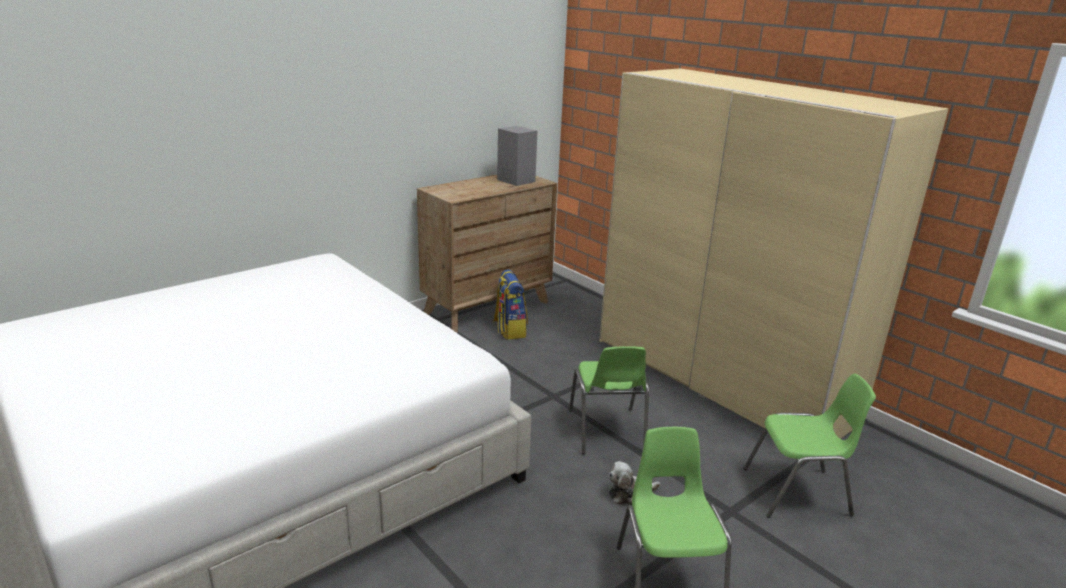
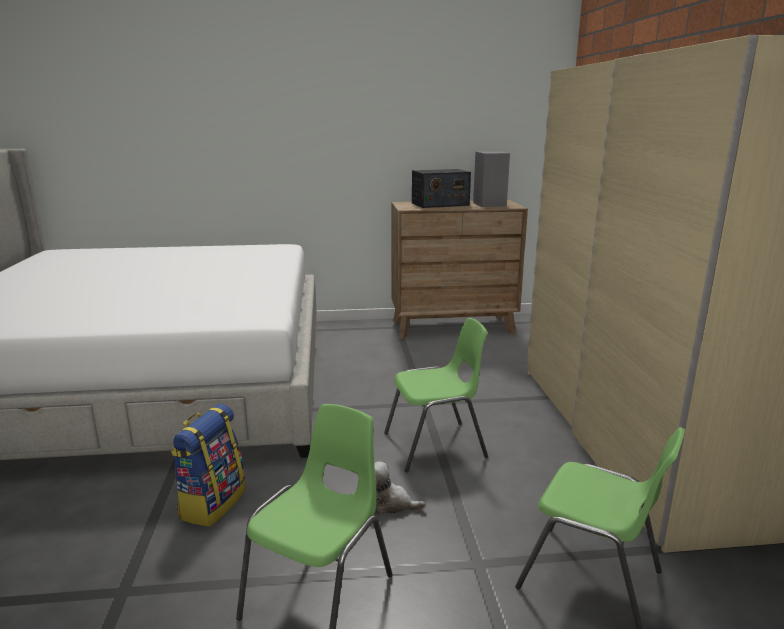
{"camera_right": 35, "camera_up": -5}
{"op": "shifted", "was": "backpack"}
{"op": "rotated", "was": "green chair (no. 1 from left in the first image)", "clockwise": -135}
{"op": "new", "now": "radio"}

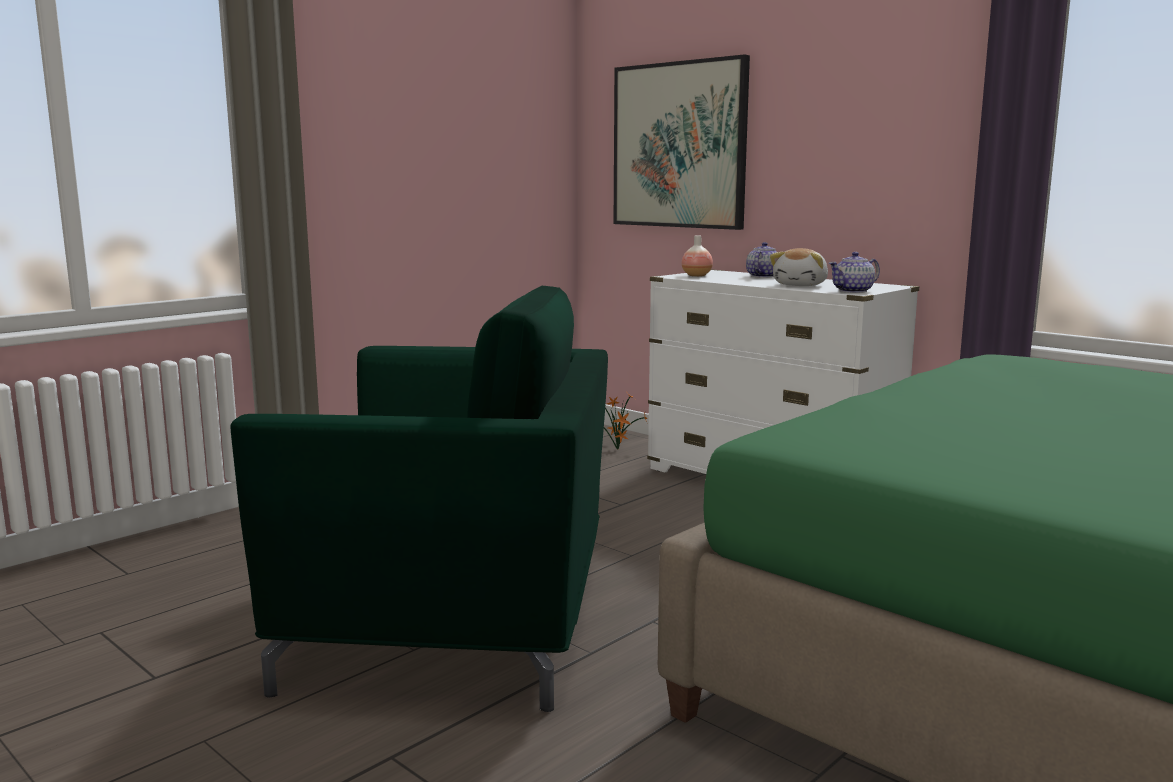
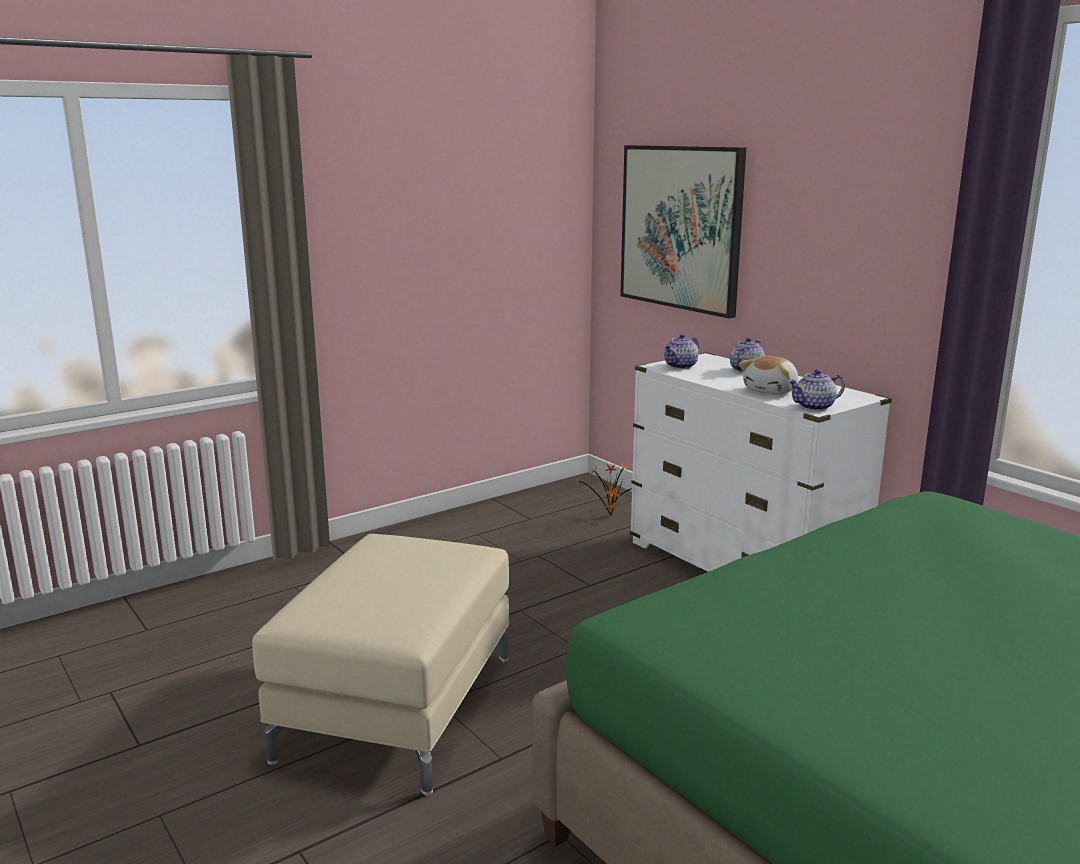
{"camera_right": 10, "camera_up": 5}
{"op": "swapped", "was": "green armchair", "now": "beige ottoman"}
{"op": "swapped", "was": "vase", "now": "teapot (no. 1 from left)"}

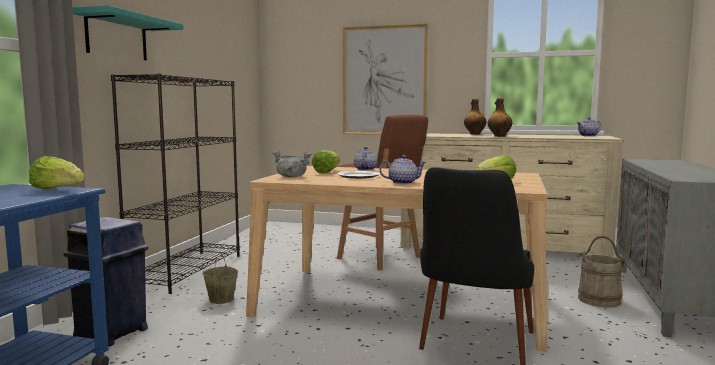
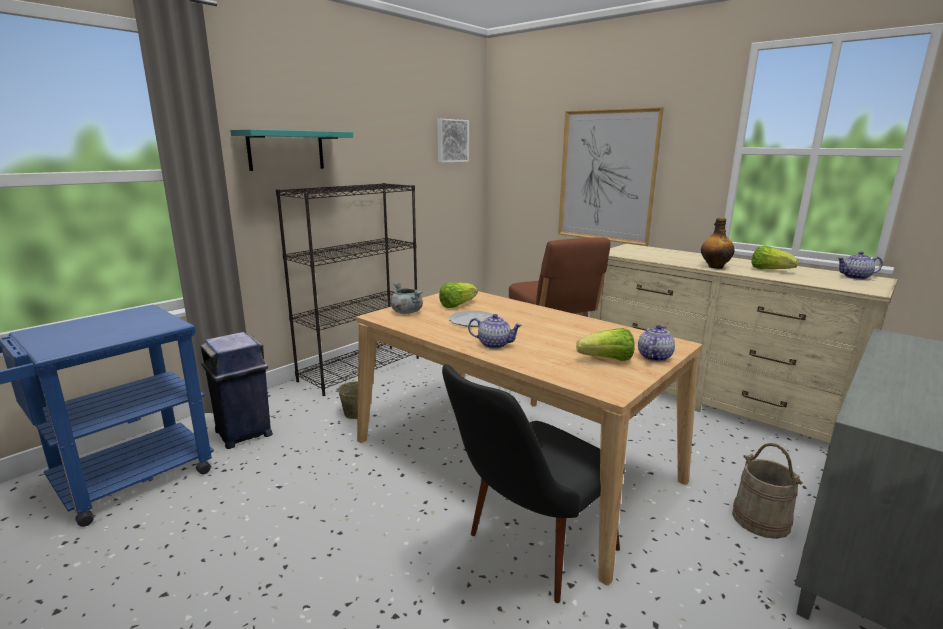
{"camera_right": 25, "camera_up": 10}
{"op": "shifted", "was": "lettuce (no. 1 from left in the first image)", "now": "lettuce (no. 3 from left)"}
{"op": "shifted", "was": "teapot (no. 1 from left in the first image)", "now": "teapot (no. 2 from left)"}
{"op": "gone", "was": "bottle (no. 1 from left)"}
{"op": "new", "now": "picture (no. 1 from left)"}

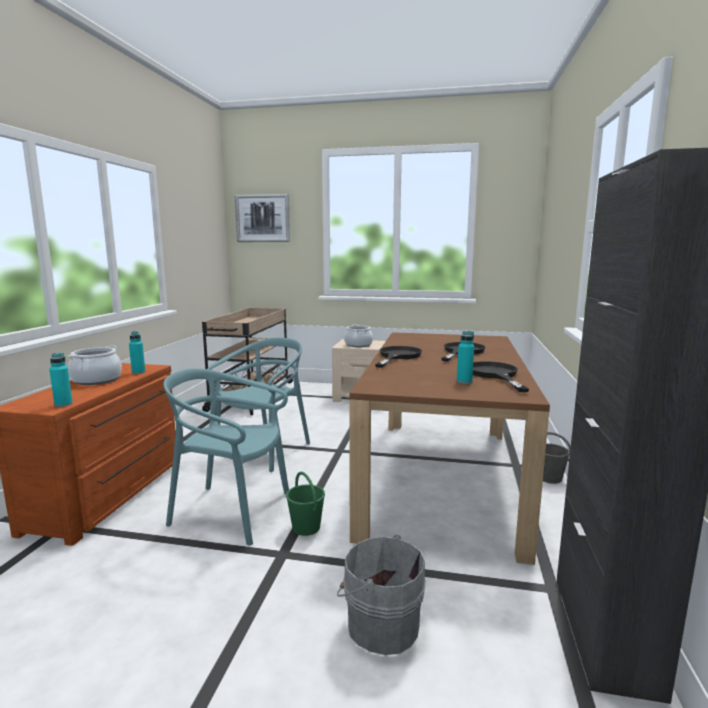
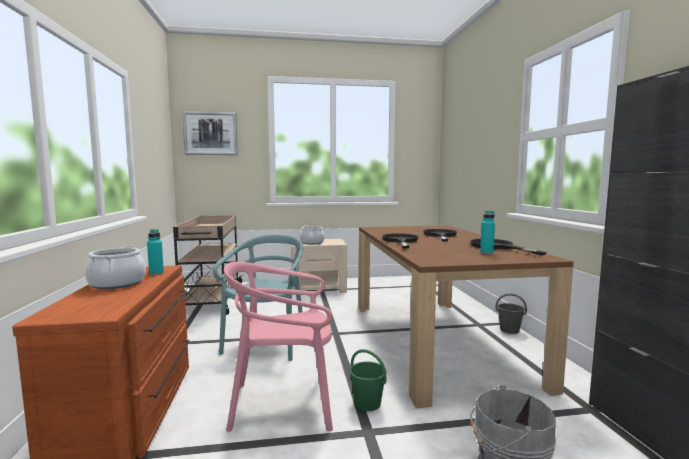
{"camera_right": -20, "camera_up": -5}
{"op": "gone", "was": "turquoise bottle (no. 1 from left)"}
{"op": "repainted", "was": "turquoise chair (no. 1 from left)", "now": "pink chair"}

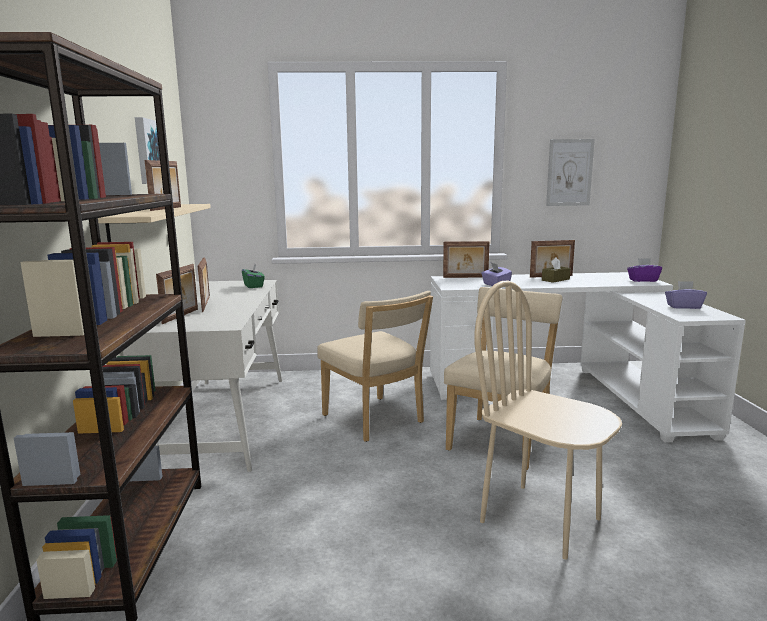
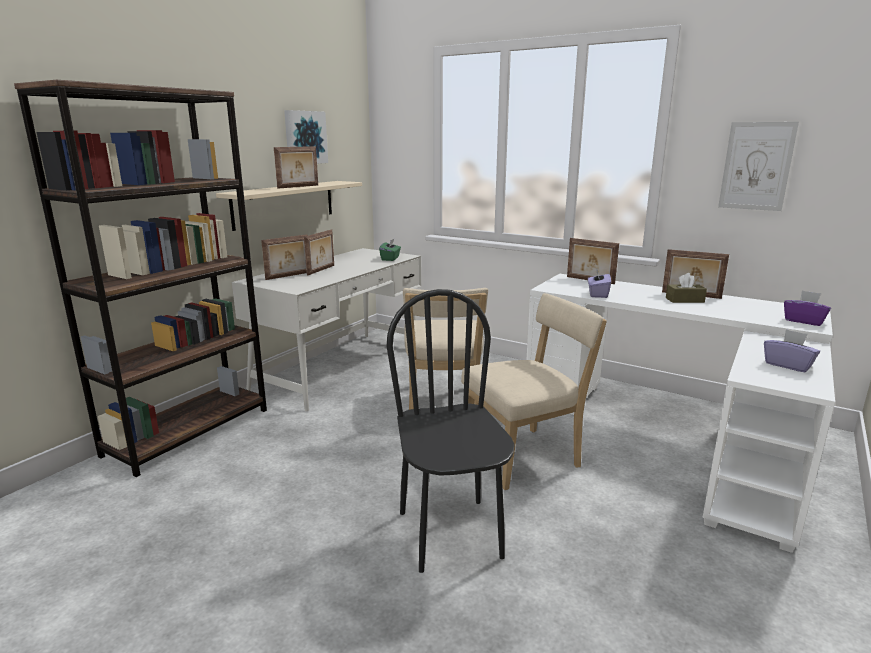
{"camera_right": 35, "camera_up": 5}
{"op": "repainted", "was": "beige chair (no. 3 from left)", "now": "black chair"}

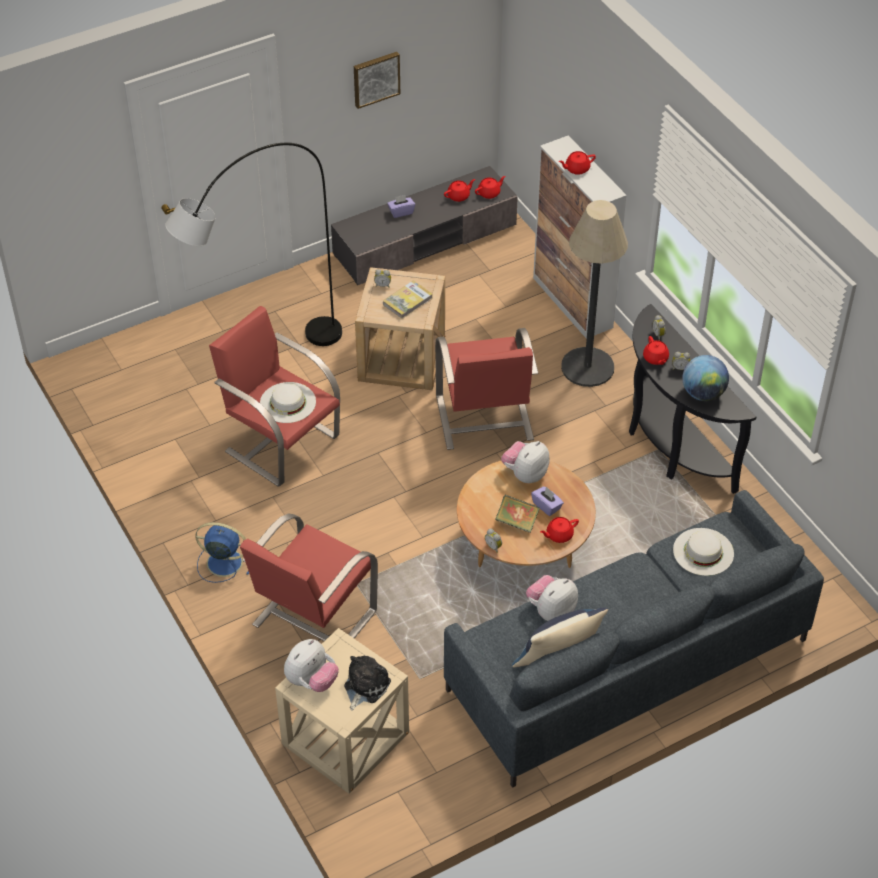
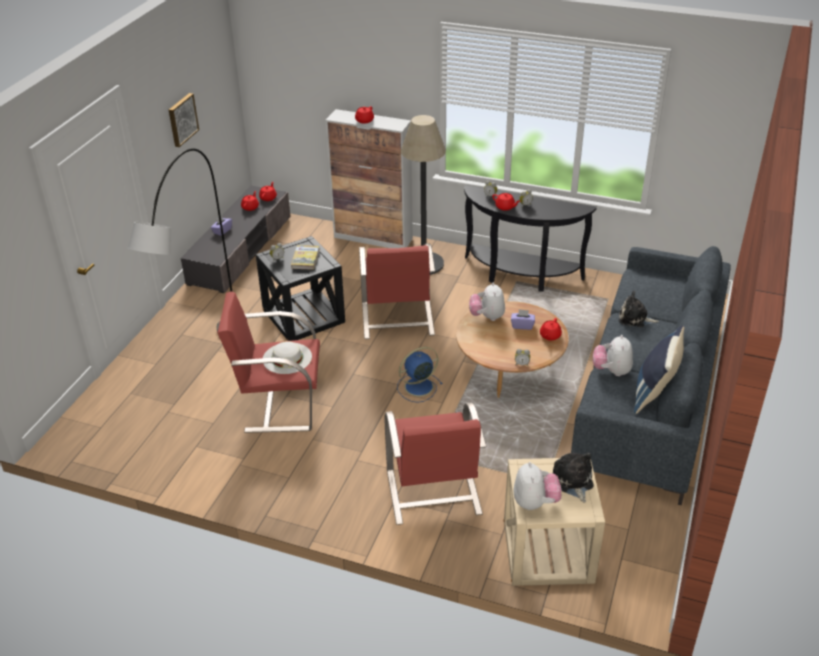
{"camera_right": -40, "camera_up": -10}
{"op": "shifted", "was": "blue fan"}
{"op": "repainted", "was": "beige side table (no. 2 from left)", "now": "black side table"}
{"op": "rotated", "was": "red armchair (no. 3 from left in the first image)", "clockwise": 45}
{"op": "gone", "was": "book (no. 2 from left)"}
{"op": "gone", "was": "white hat (no. 2 from left)"}
{"op": "gone", "was": "globe"}
{"op": "new", "now": "plush toy (no. 5 from left)"}

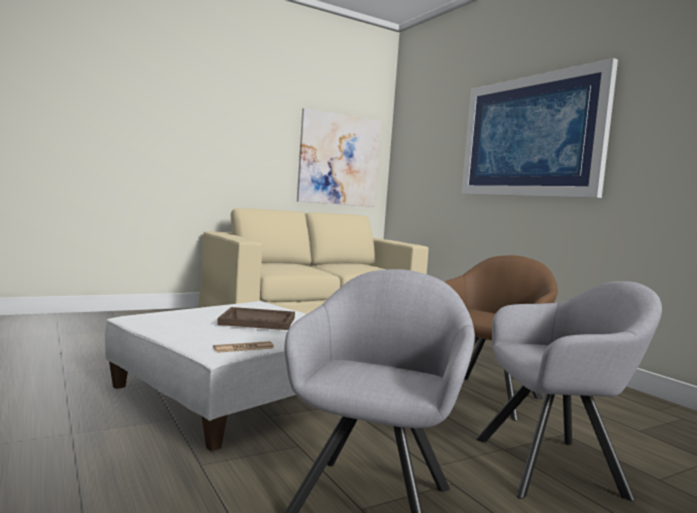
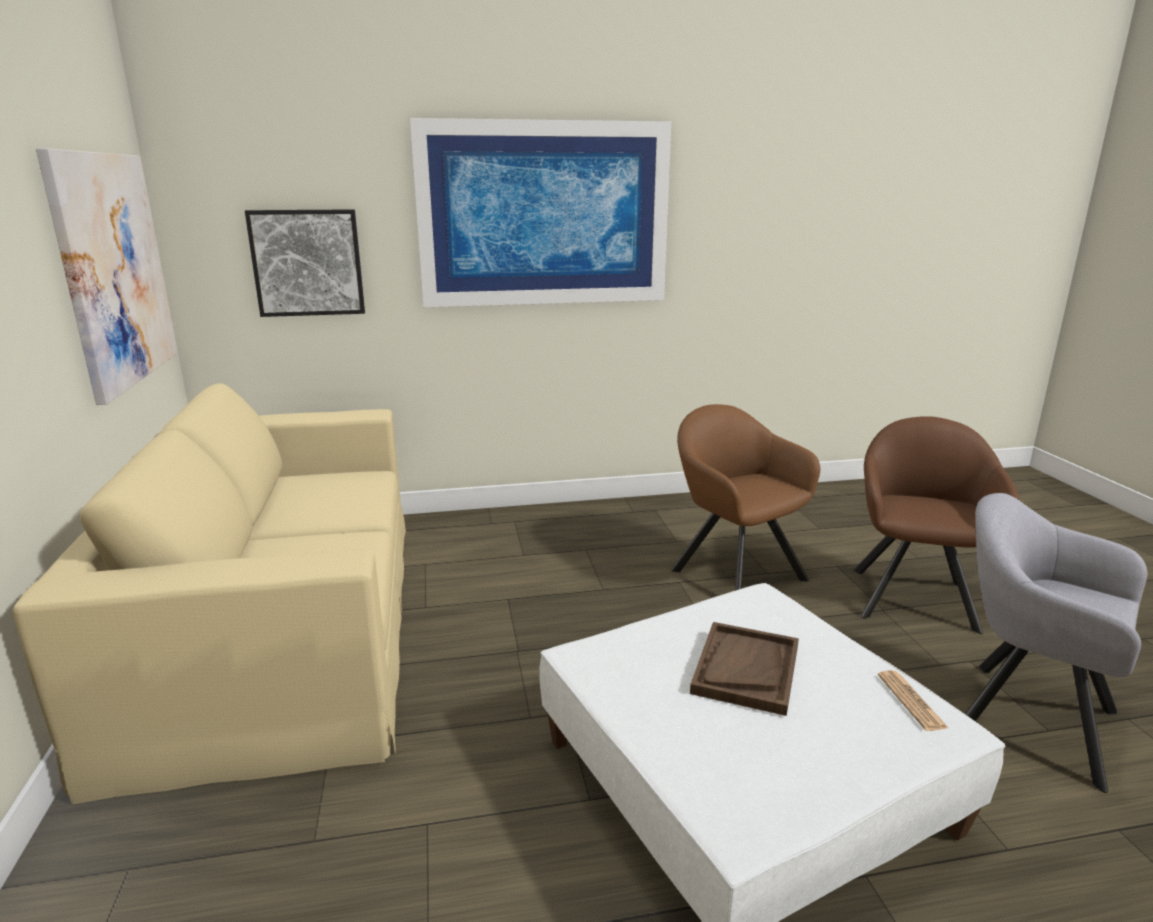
{"camera_right": -70, "camera_up": 15}
{"op": "repainted", "was": "grey armchair (no. 2 from left)", "now": "brown armchair (no. 2 from left)"}
{"op": "new", "now": "picture (no. 2 from left)"}

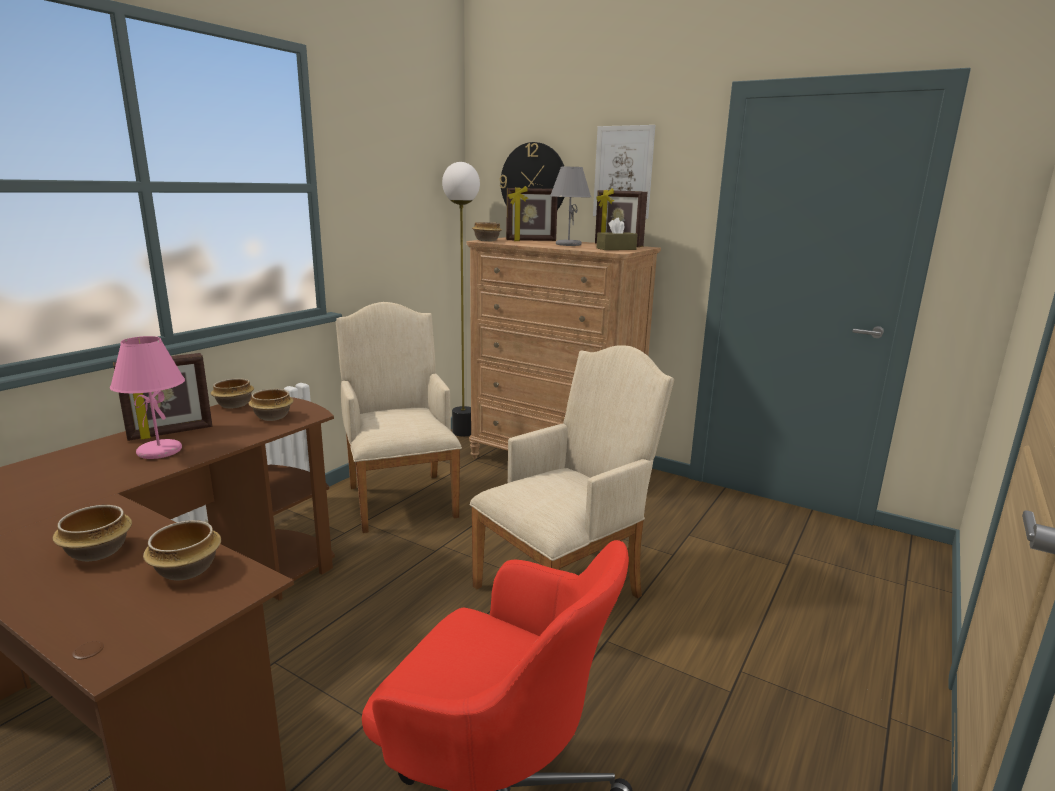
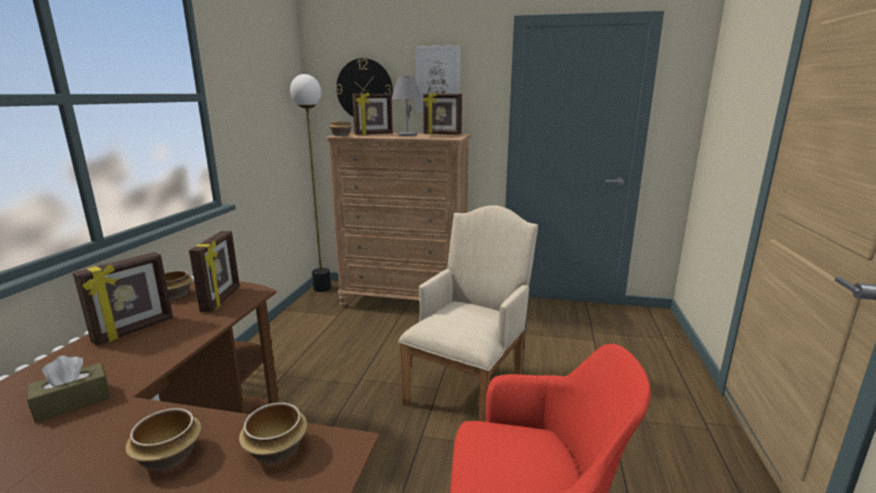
{"camera_right": -20, "camera_up": 0}
{"op": "gone", "was": "pink table lamp"}
{"op": "swapped", "was": "bowl (no. 4 from left)", "now": "picture frame (no. 2 from left)"}
{"op": "gone", "was": "beige armchair (no. 1 from left)"}
{"op": "shifted", "was": "brown tissue box"}

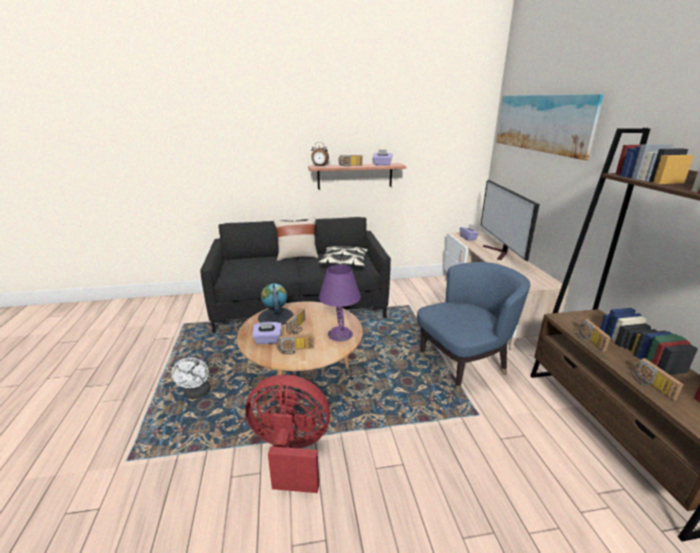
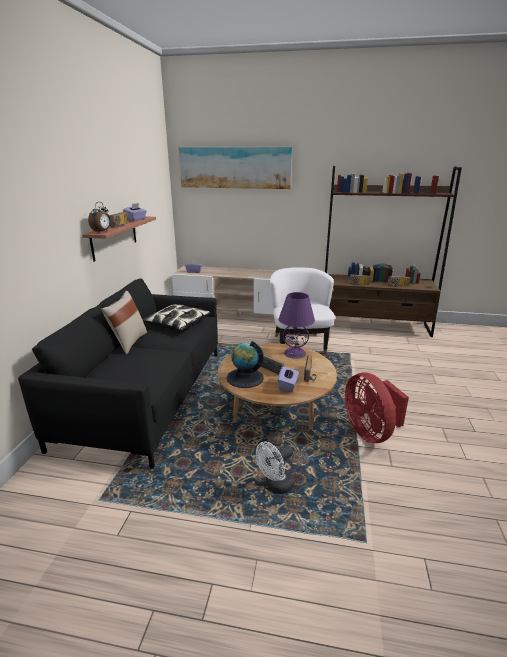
{"camera_right": -70, "camera_up": 0}
{"op": "rotated", "was": "white fan", "clockwise": 135}
{"op": "rotated", "was": "red fan", "clockwise": -45}
{"op": "repainted", "was": "blue armchair", "now": "white armchair"}
{"op": "gone", "was": "television"}

